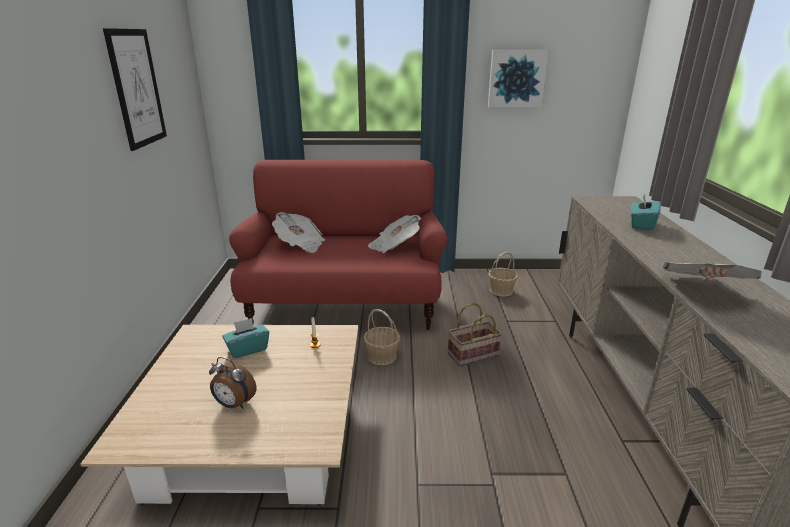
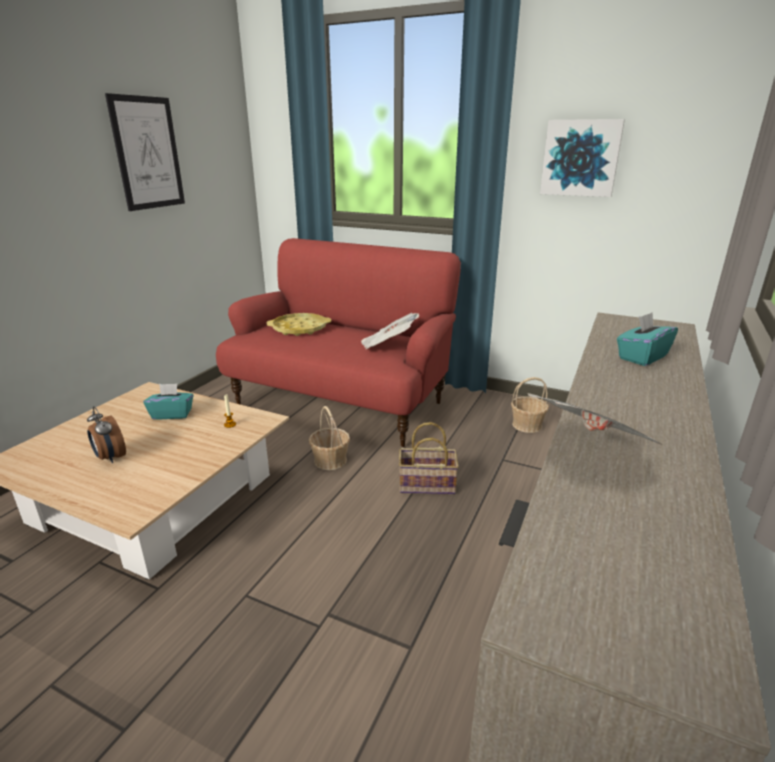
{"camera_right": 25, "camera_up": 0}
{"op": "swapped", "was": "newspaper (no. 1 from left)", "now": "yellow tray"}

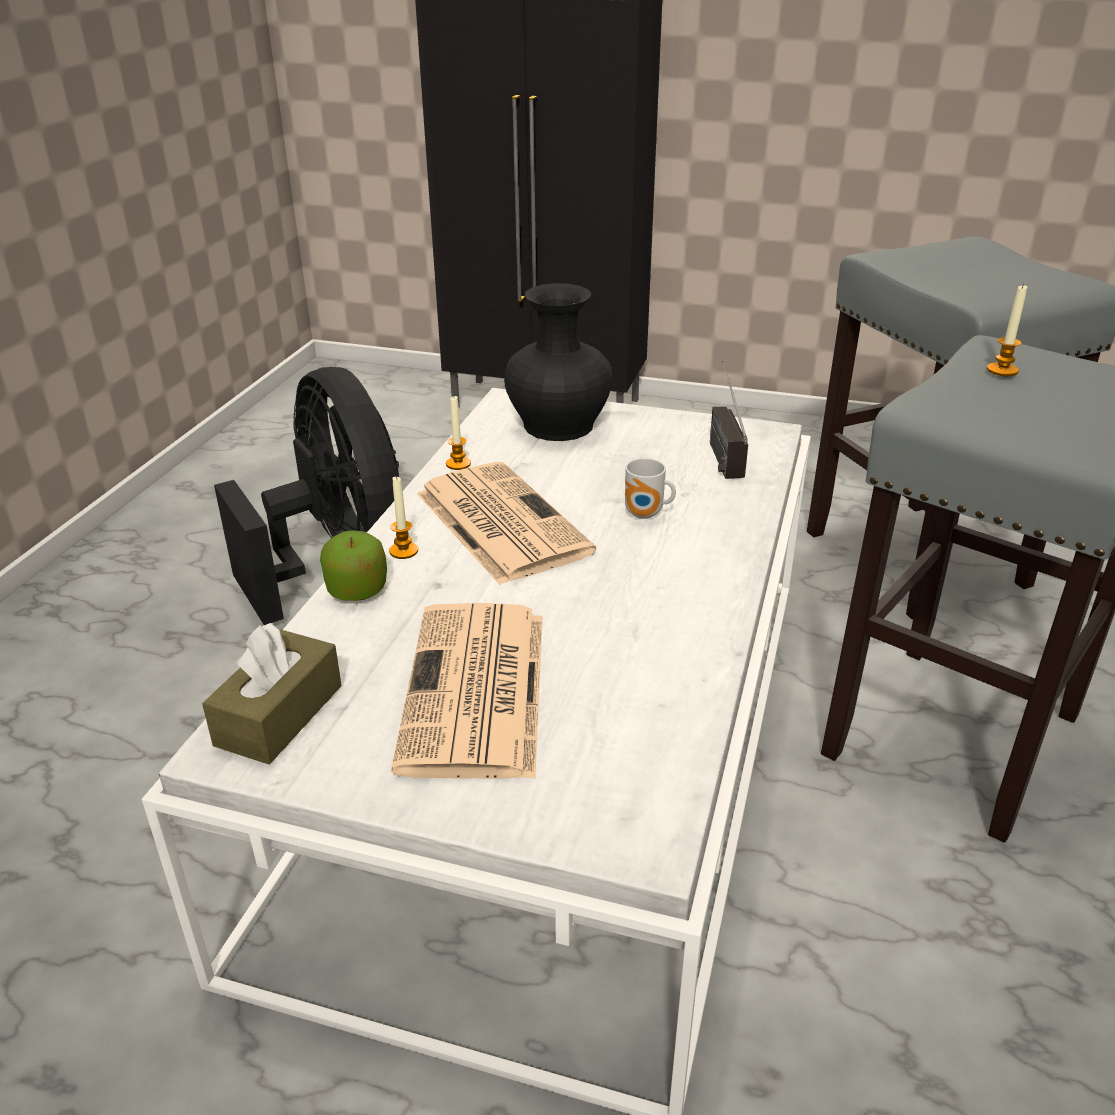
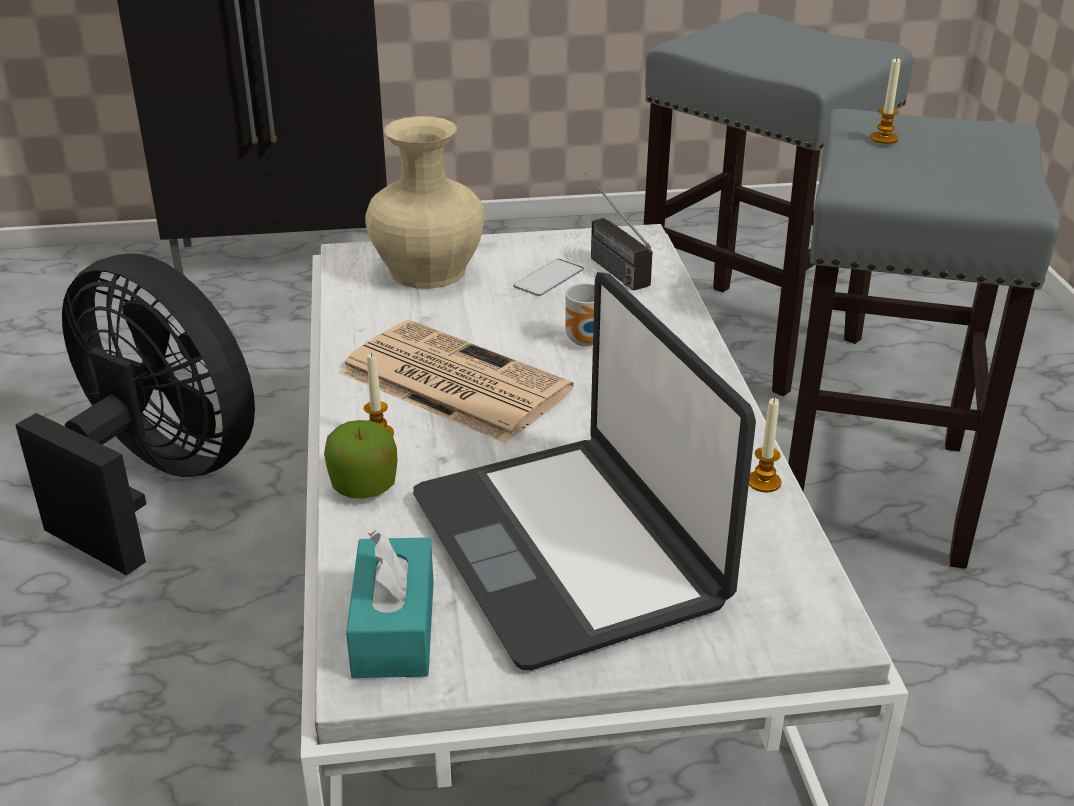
{"camera_right": -25, "camera_up": 0}
{"op": "repainted", "was": "brown tissue box", "now": "turquoise tissue box"}
{"op": "swapped", "was": "newspaper (no. 1 from left)", "now": "laptop"}
{"op": "shifted", "was": "candle (no. 2 from left)"}
{"op": "repainted", "was": "black vase", "now": "beige vase"}
{"op": "new", "now": "phone"}

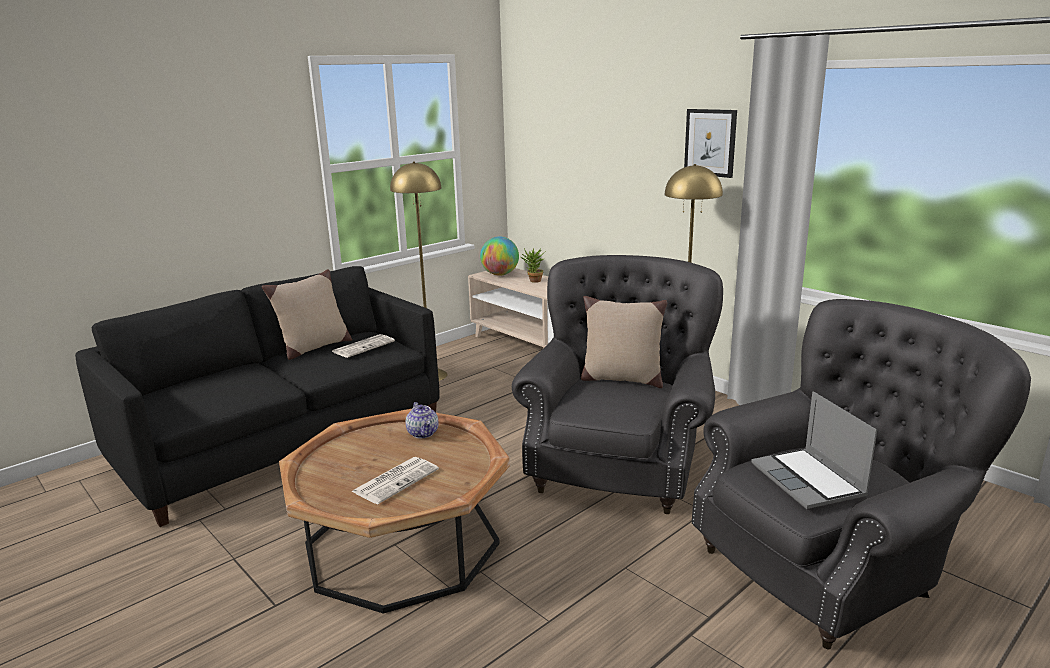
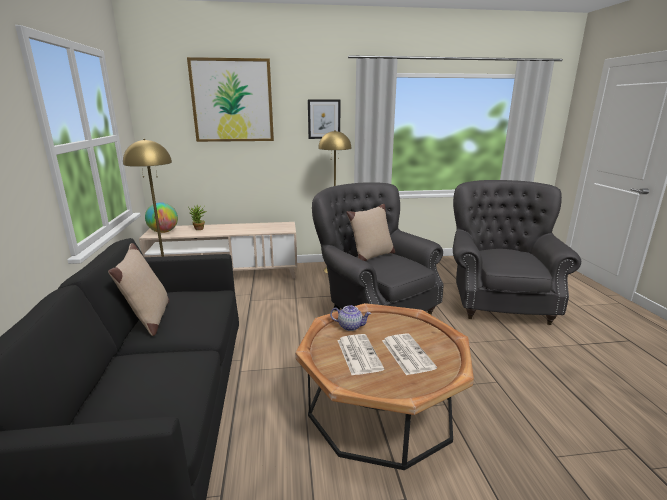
{"camera_right": -55, "camera_up": 0}
{"op": "shifted", "was": "newspaper (no. 1 from left)"}
{"op": "gone", "was": "laptop"}
{"op": "new", "now": "picture (no. 1 from left)"}

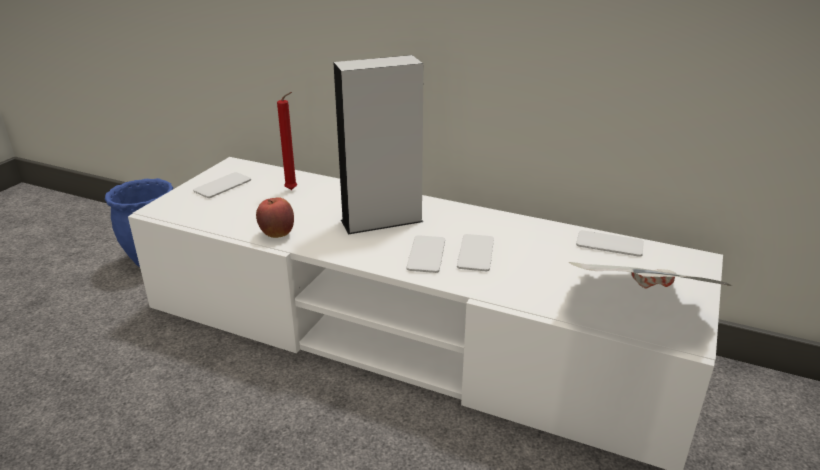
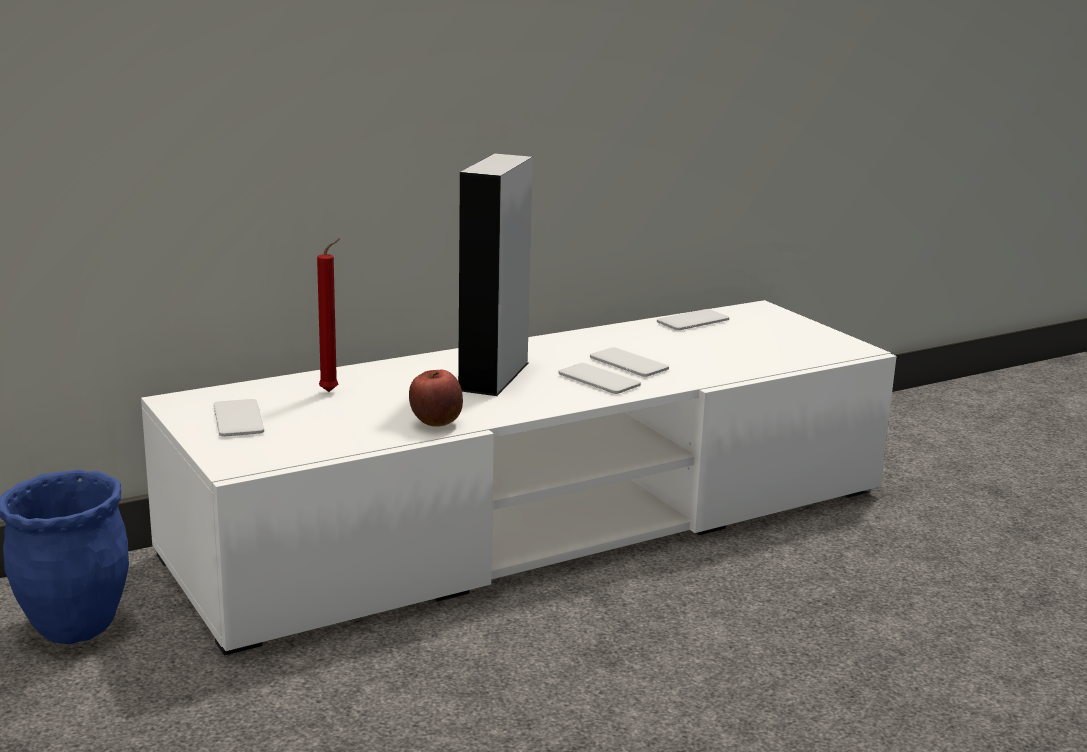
{"camera_right": -55, "camera_up": -10}
{"op": "gone", "was": "newspaper"}

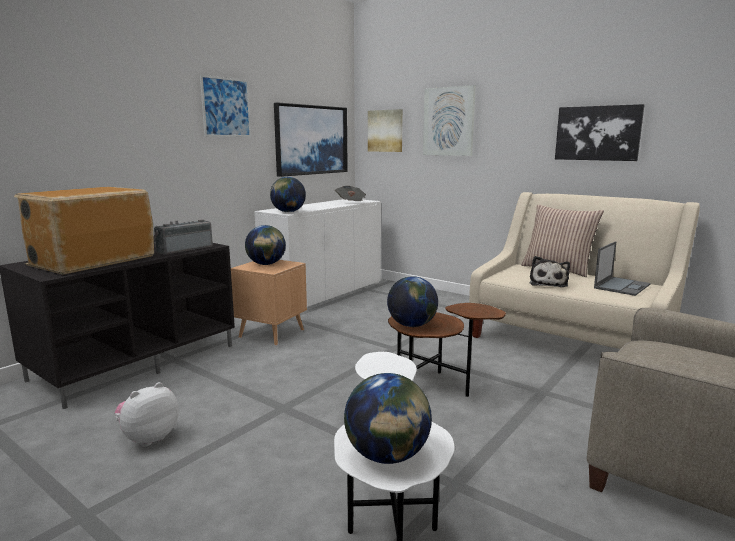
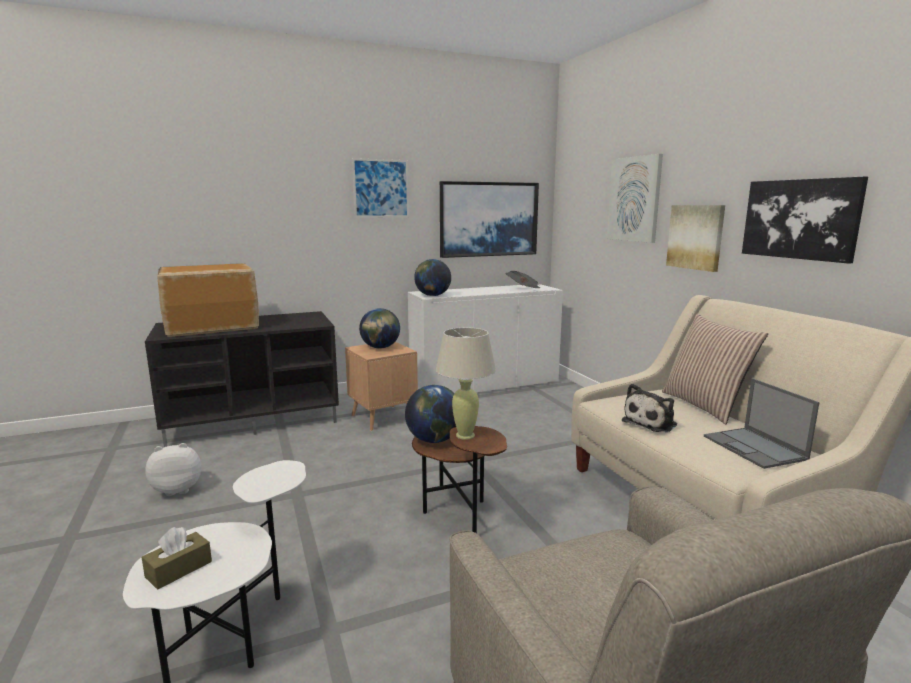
{"camera_right": 30, "camera_up": 0}
{"op": "gone", "was": "radio"}
{"op": "swapped", "was": "globe (no. 3 from left)", "now": "brown tissue box"}
{"op": "shifted", "was": "picture (no. 3 from left in the first image)", "now": "picture (no. 4 from left)"}
{"op": "rotated", "was": "laptop", "clockwise": 90}
{"op": "new", "now": "beige table lamp"}

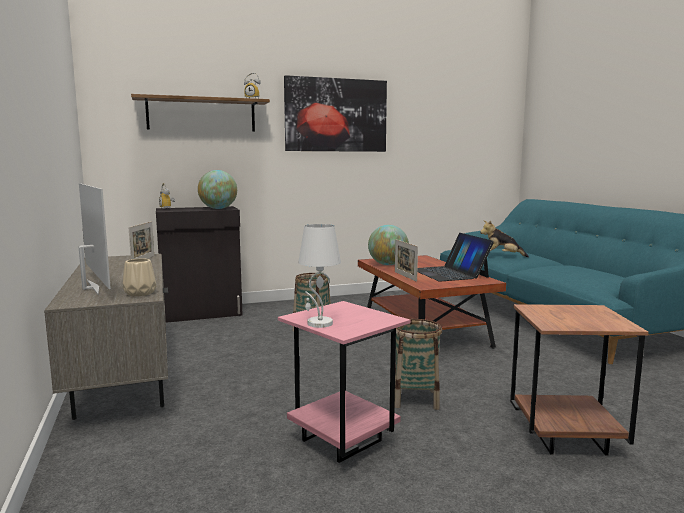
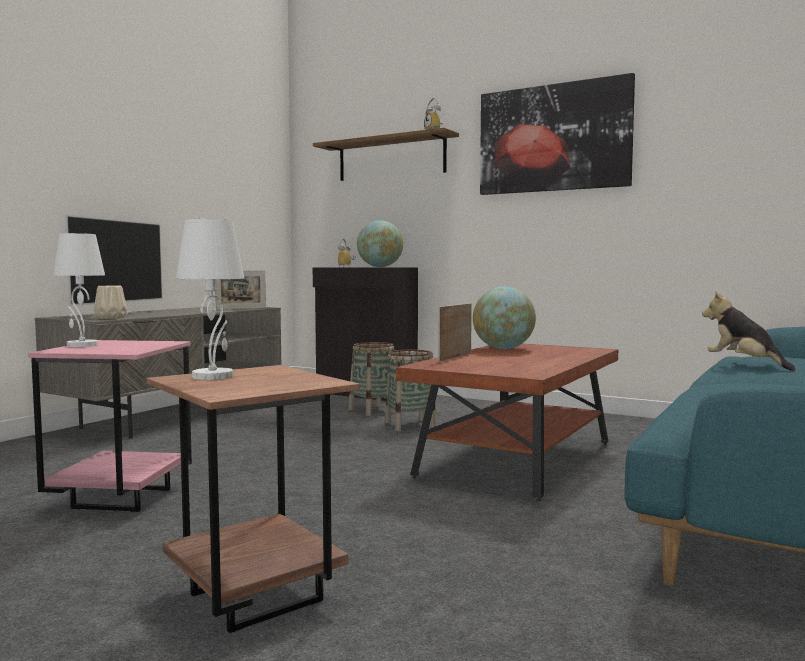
{"camera_right": 50, "camera_up": -5}
{"op": "shifted", "was": "basket (no. 2 from left in the first image)", "now": "basket (no. 1 from left)"}
{"op": "gone", "was": "laptop"}
{"op": "new", "now": "white table lamp (no. 2 from left)"}

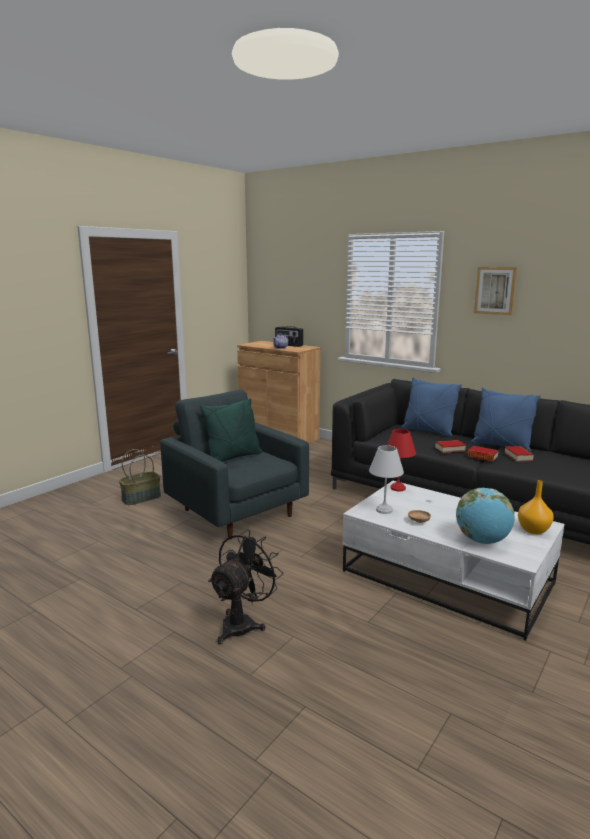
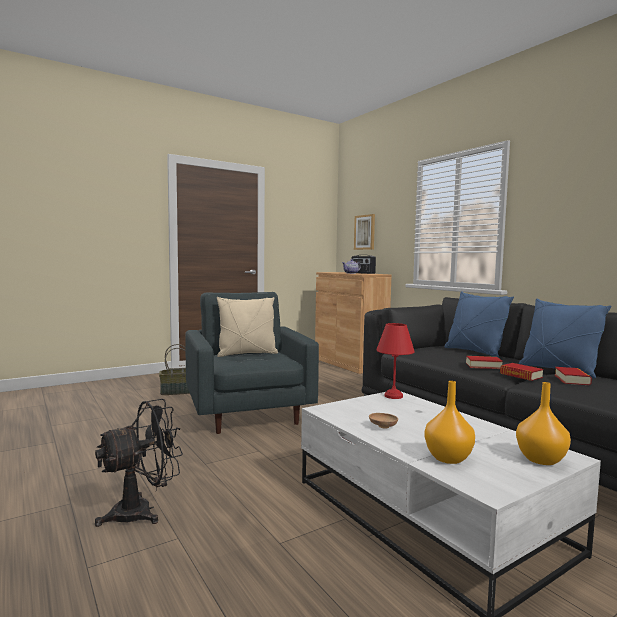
{"camera_right": 20, "camera_up": -10}
{"op": "repainted", "was": "green pillow", "now": "beige pillow"}
{"op": "gone", "was": "white table lamp"}
{"op": "swapped", "was": "globe", "now": "orange vase (no. 1 from left)"}
{"op": "shifted", "was": "picture"}

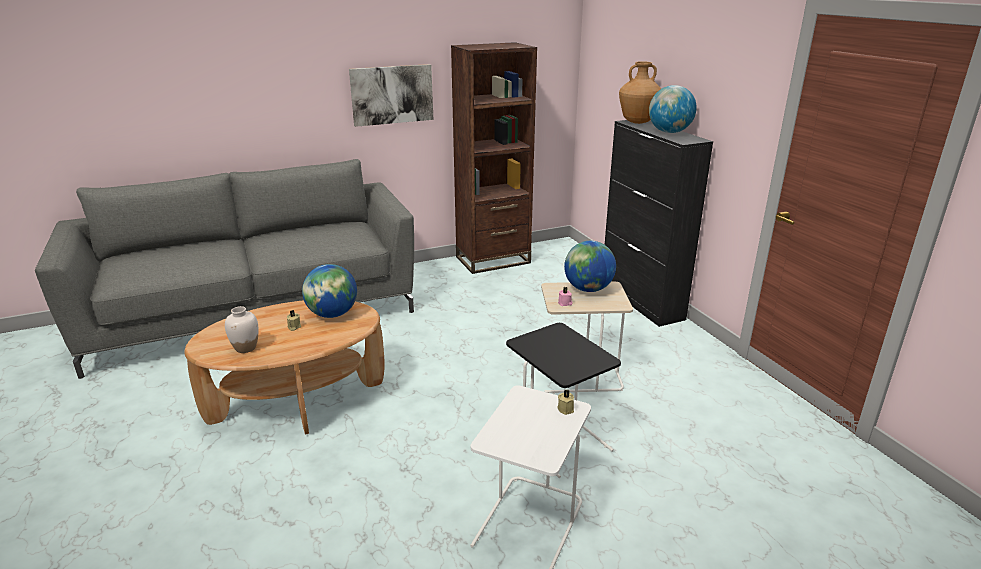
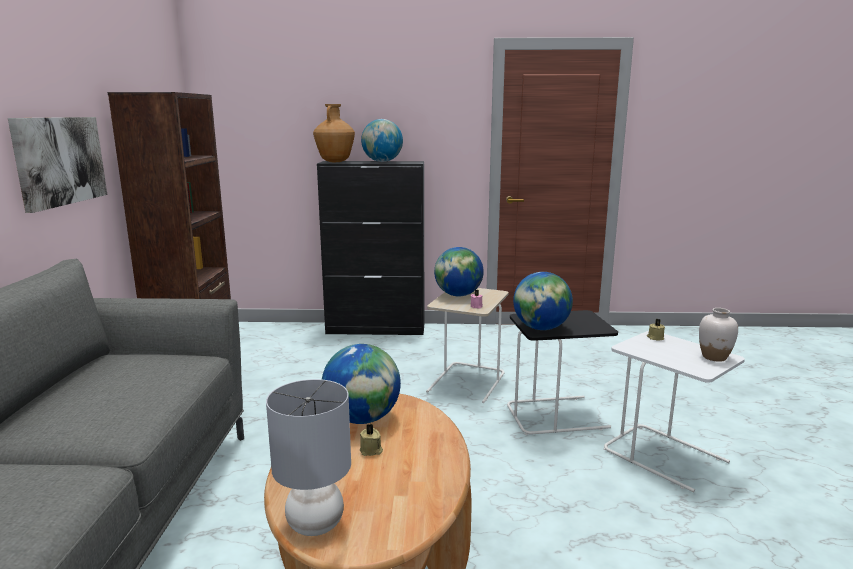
{"camera_right": -65, "camera_up": -10}
{"op": "shifted", "was": "white vase"}
{"op": "new", "now": "grey table lamp"}
{"op": "new", "now": "globe (no. 4 from left)"}

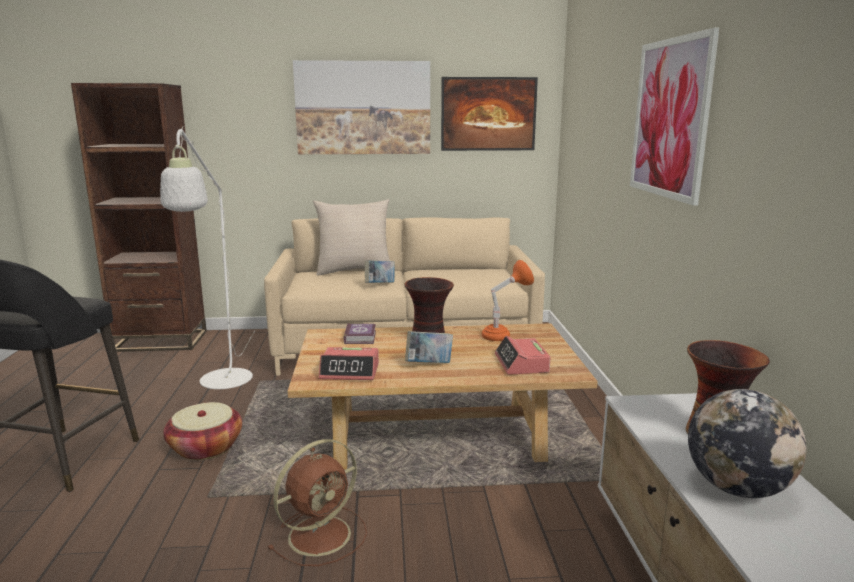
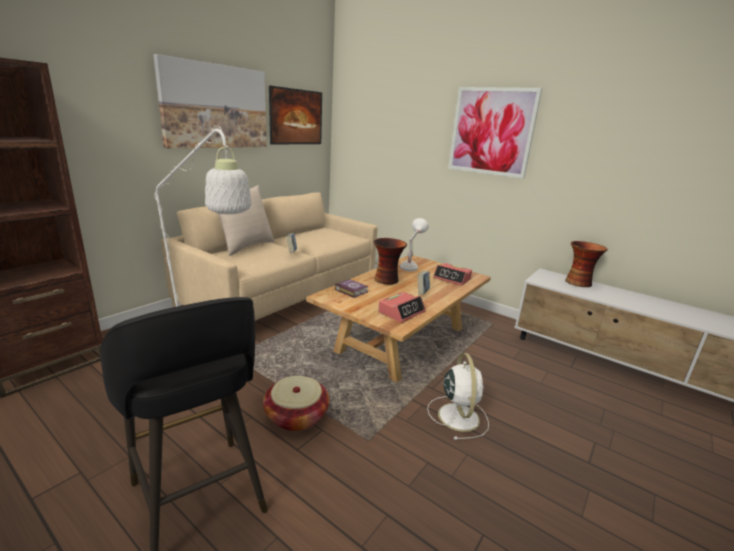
{"camera_right": -50, "camera_up": 5}
{"op": "repainted", "was": "brown fan", "now": "white fan"}
{"op": "repainted", "was": "orange table lamp", "now": "white table lamp"}
{"op": "gone", "was": "globe"}

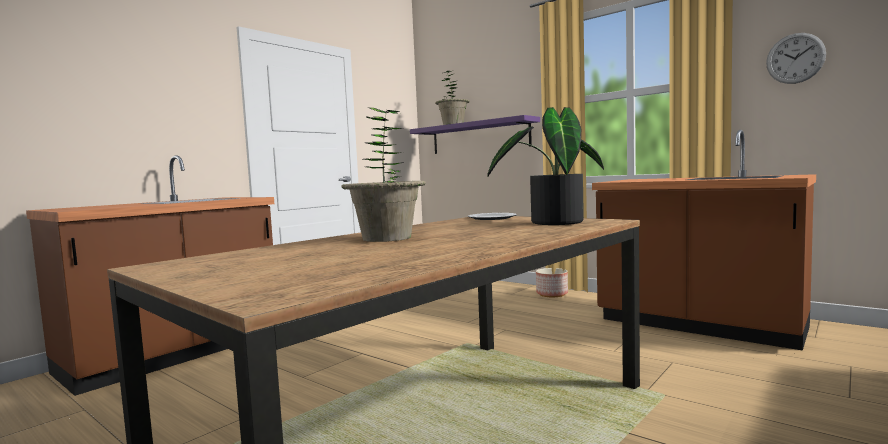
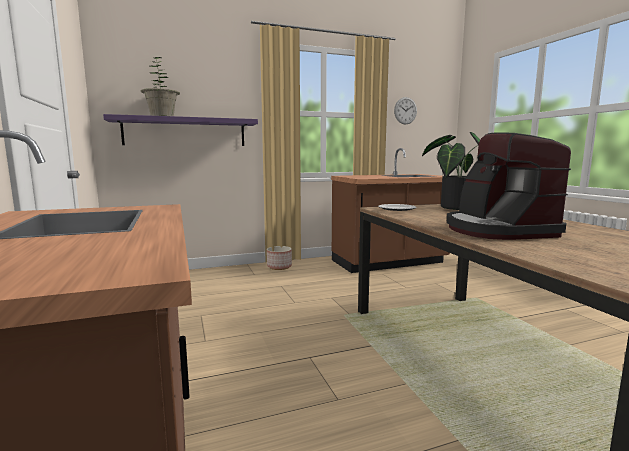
{"camera_right": -60, "camera_up": 5}
{"op": "swapped", "was": "potted plant (no. 1 from left)", "now": "coffee machine"}

